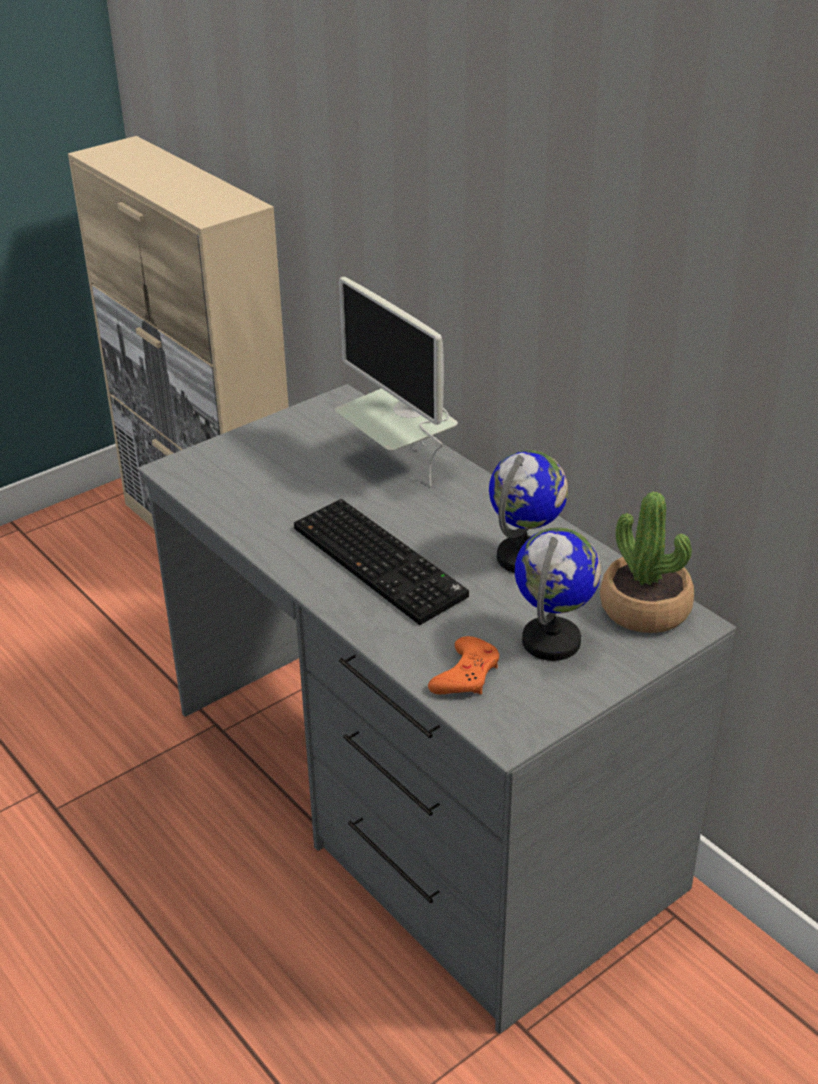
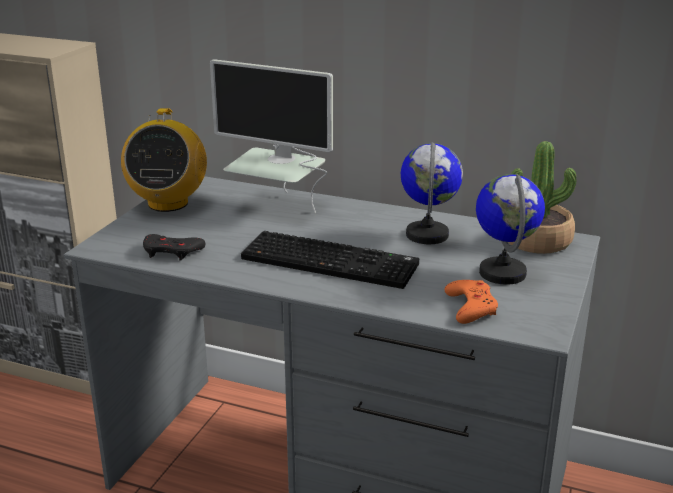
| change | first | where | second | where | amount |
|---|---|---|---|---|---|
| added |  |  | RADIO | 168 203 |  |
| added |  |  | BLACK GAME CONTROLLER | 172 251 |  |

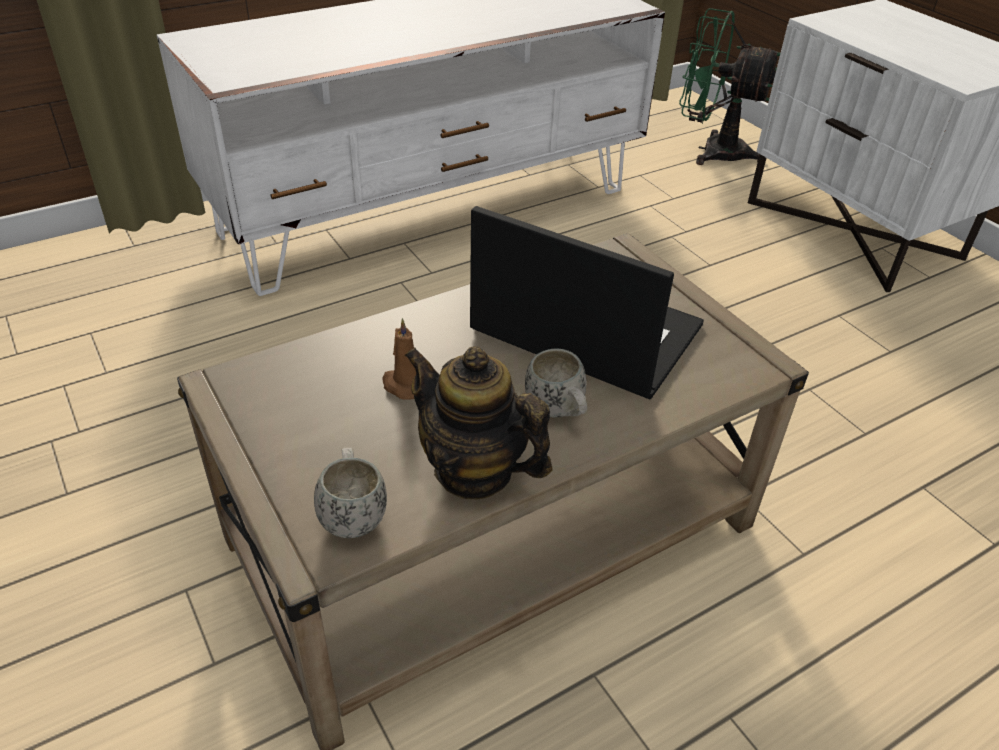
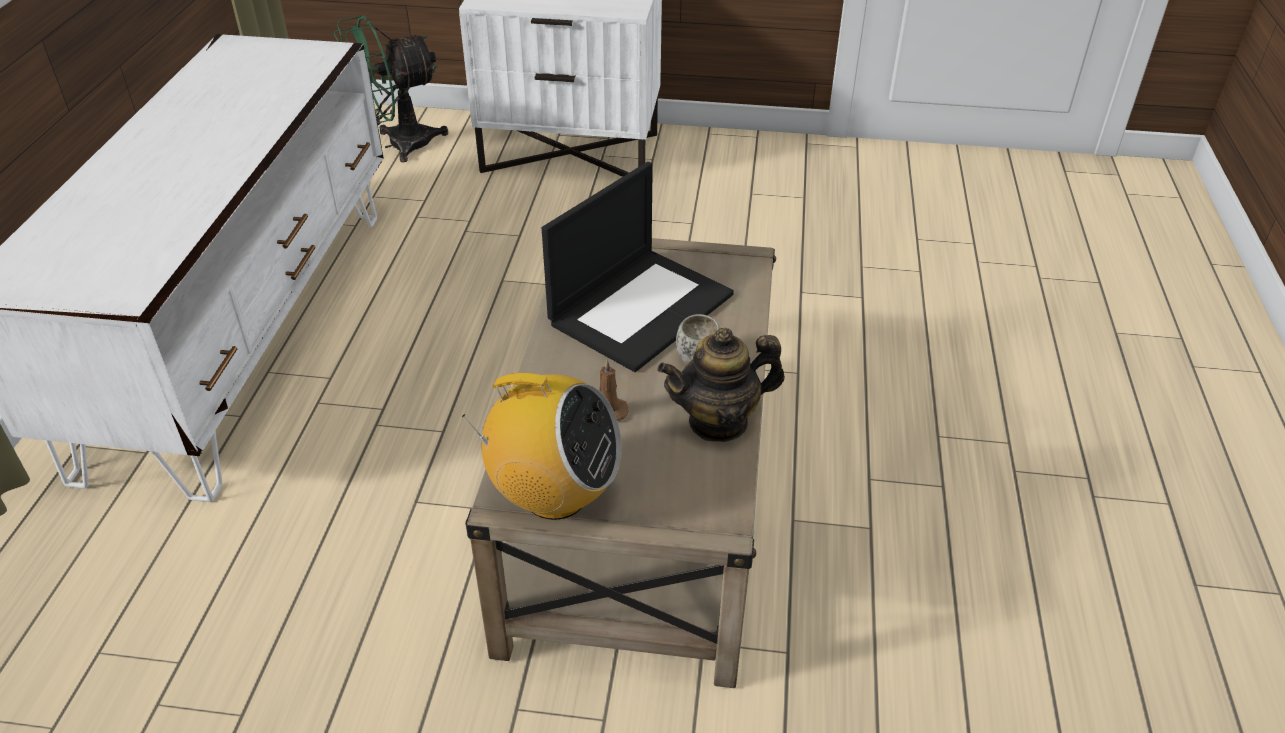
| change | first | where | second | where | amount |
|---|---|---|---|---|---|
| removed | WHITE MUG | 352 513 |  |  |  |
| added |  |  | RADIO | 554 495 |  |
| turned | LAPTOP | 583 330 |  | 641 307 | 150 degrees clockwise |

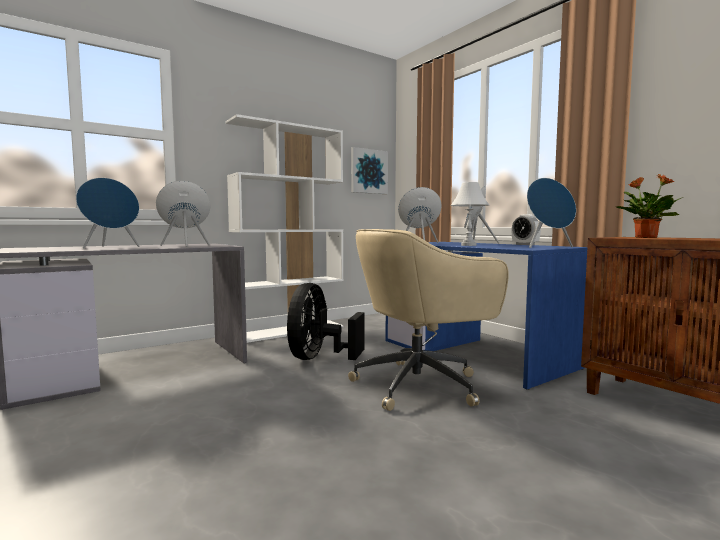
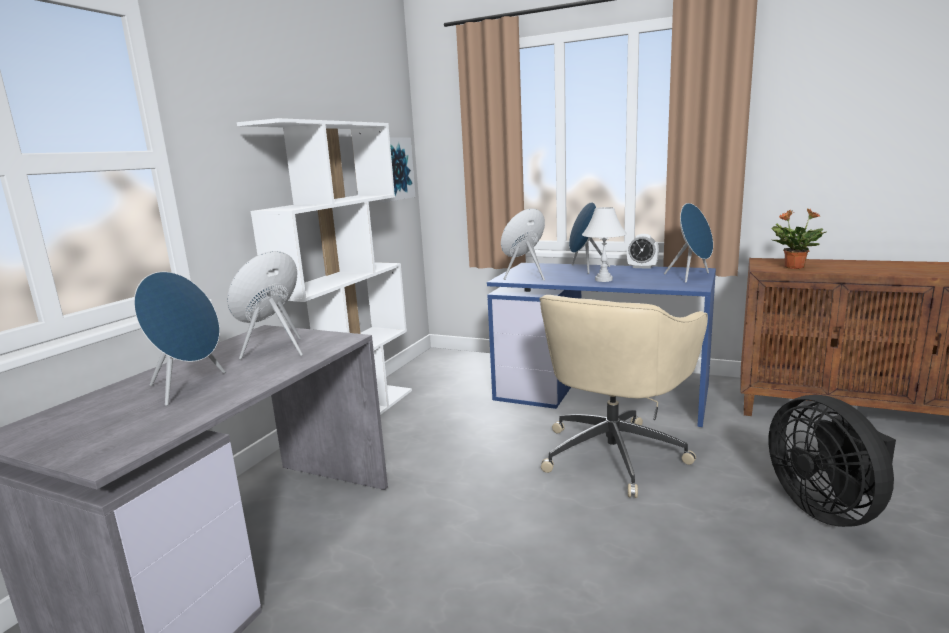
| change | first | where | second | where | amount |
|---|---|---|---|---|---|
| moved | BLACK FAN | 319 358 |  | 827 509 |  |

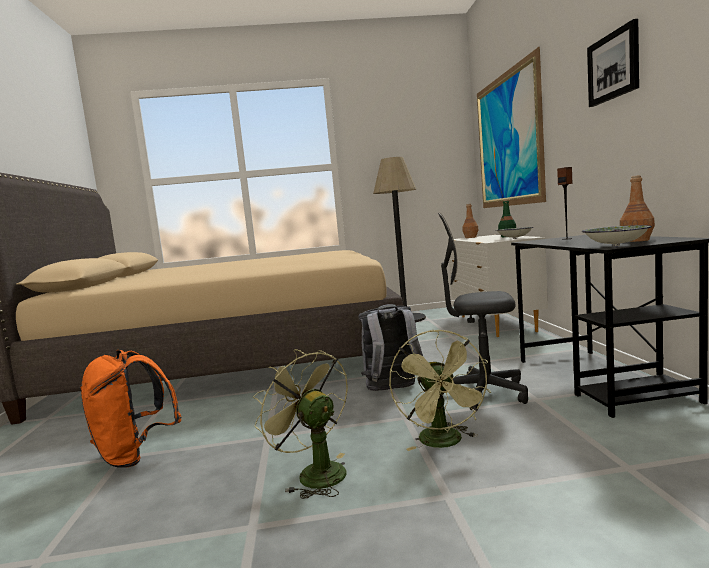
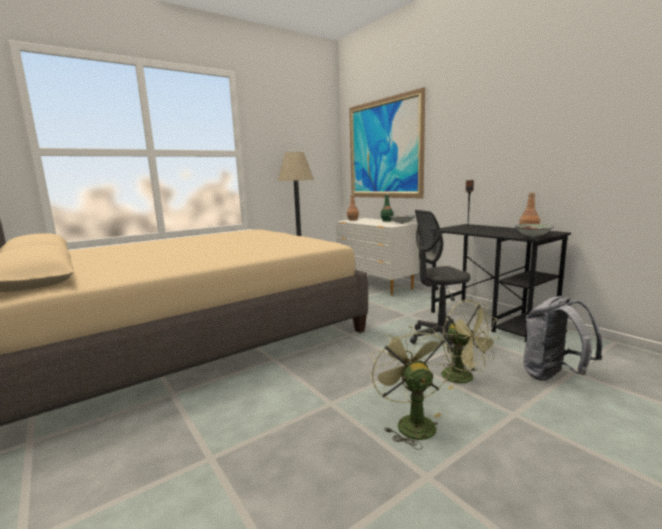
| change | first | where | second | where | amount |
|---|---|---|---|---|---|
| removed | ORANGE BACKPACK | 135 455 |  |  |  |
| removed | PICTURE | 613 66 |  |  |  |
| moved | GREY BACKPACK | 393 390 |  | 554 376 |  |
| turned | GREEN FAN | 314 473 |  | 411 422 | 60 degrees clockwise |

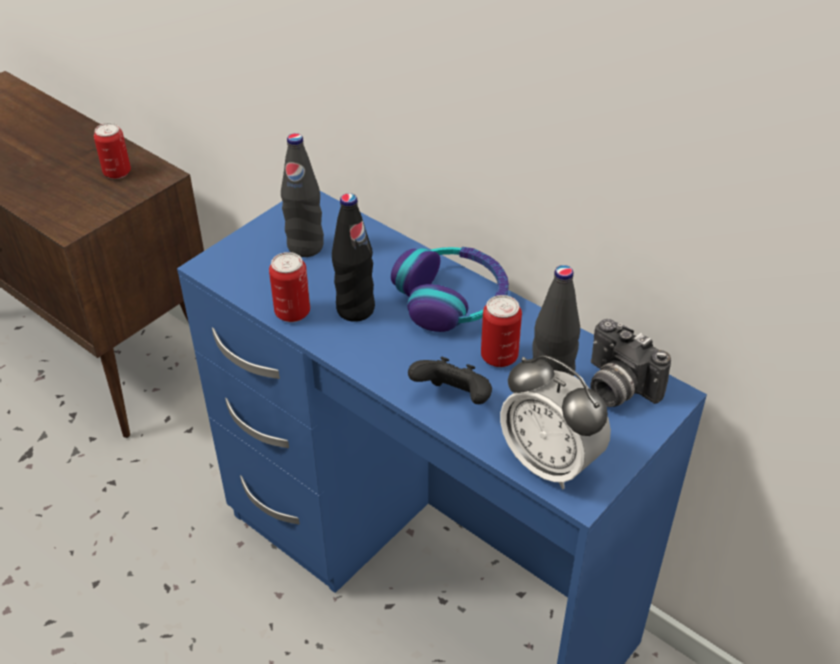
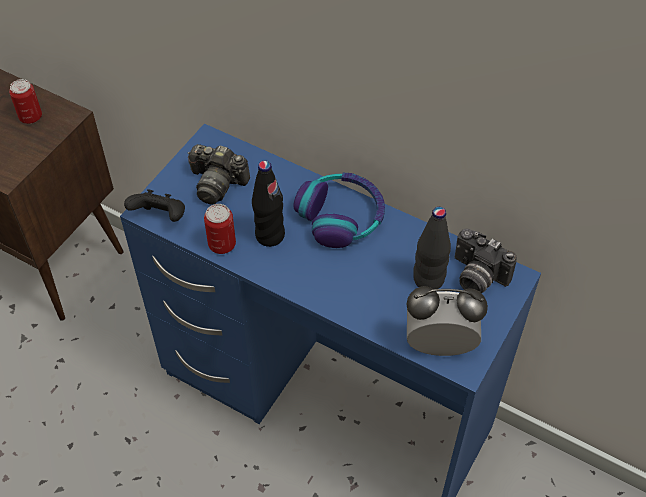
| change | first | where | second | where | amount |
|---|---|---|---|---|---|
| removed | CAN | 499 357 |  |  |  |
| moved | BLACK GAME CONTROLLER | 454 399 |  | 160 217 |  |
| replaced | BLACK BOTTLE | 305 247 | PHOTO CAMERA | 217 183 |  |
| turned | ALARM CLOCK | 549 463 |  | 439 345 | 150 degrees clockwise |

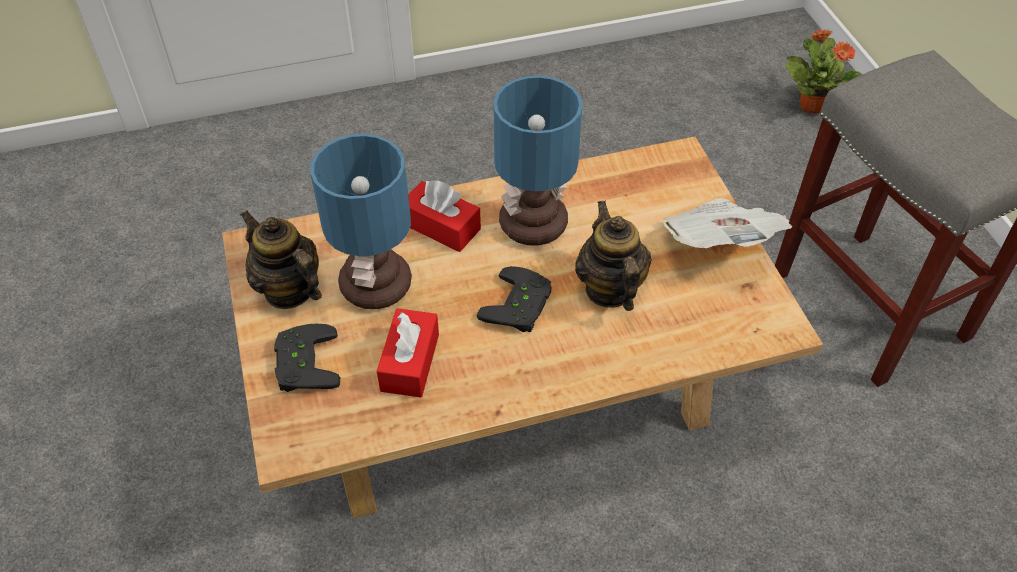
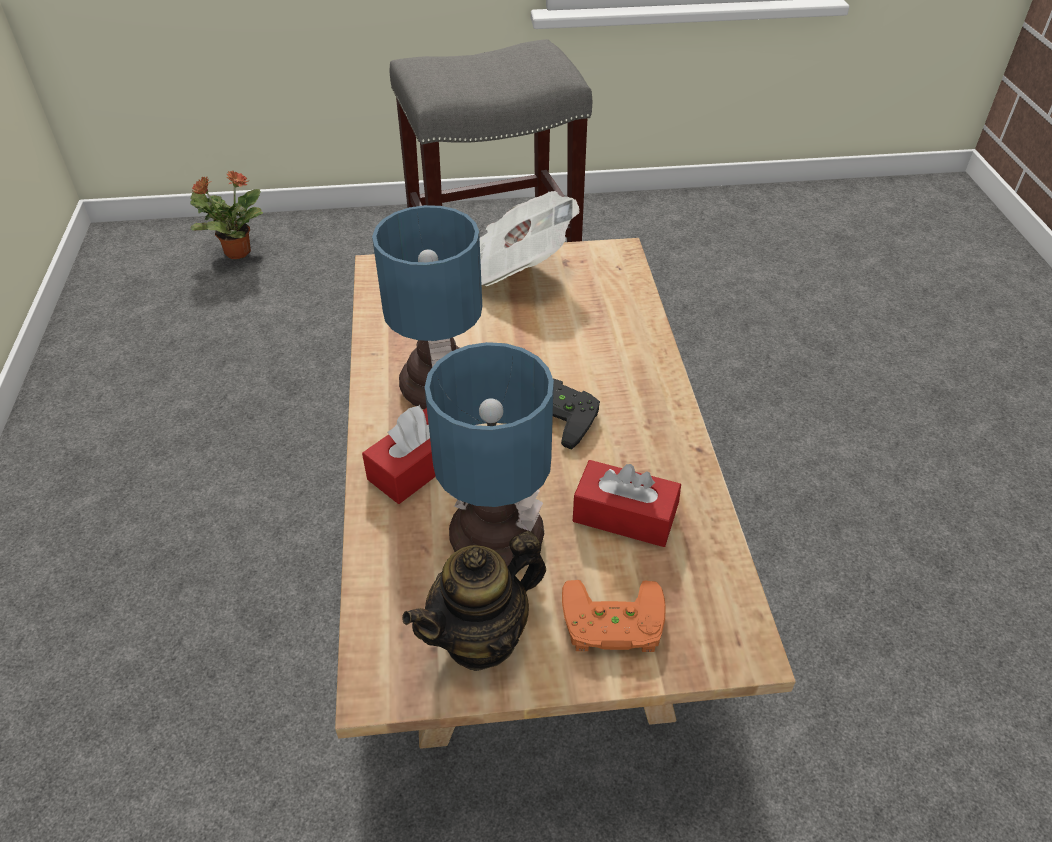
| change | first | where | second | where | amount |
|---|---|---|---|---|---|
| removed | TEAPOT | 609 289 |  |  |  |
| recoloured | BLACK GAME CONTROLLER | 302 363 | ORANGE GAME CONTROLLER | 612 626 |  |

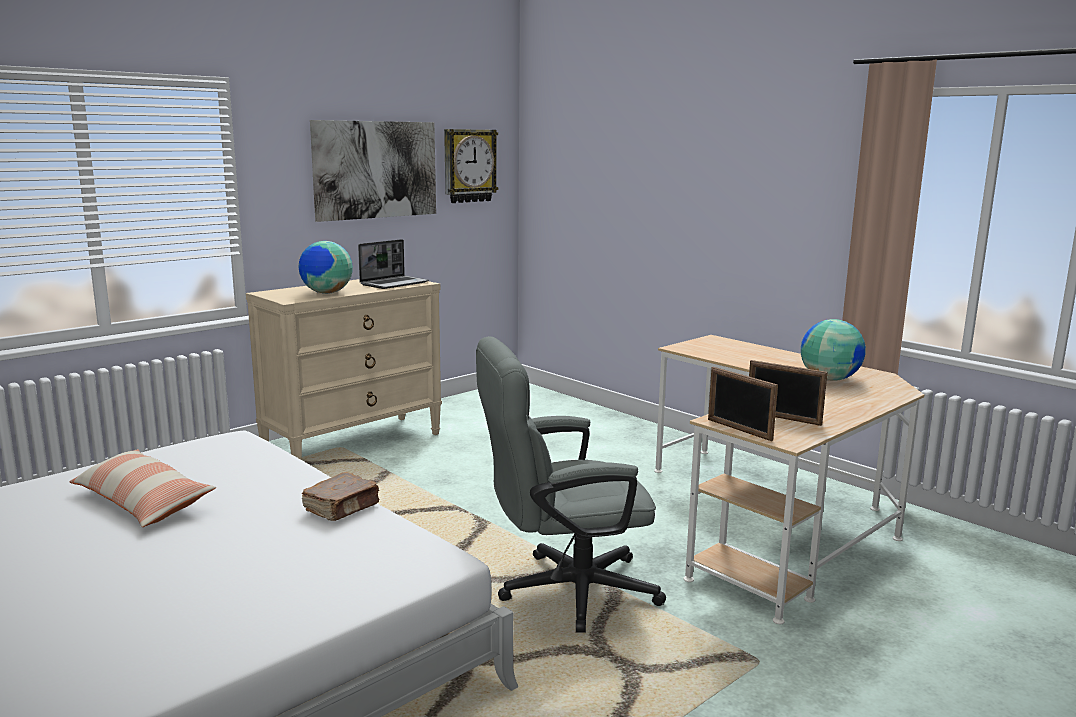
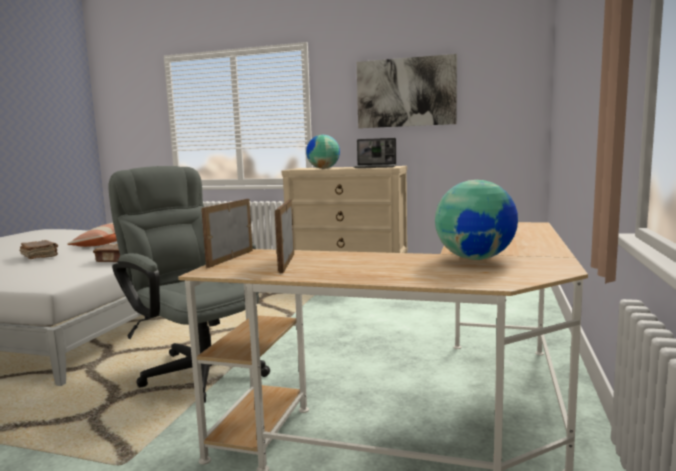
| change | first | where | second | where | amount |
|---|---|---|---|---|---|
| removed | WALL CLOCK | 469 166 |  |  |  |
| added |  |  | BROWN BOOK | 40 257 |  |

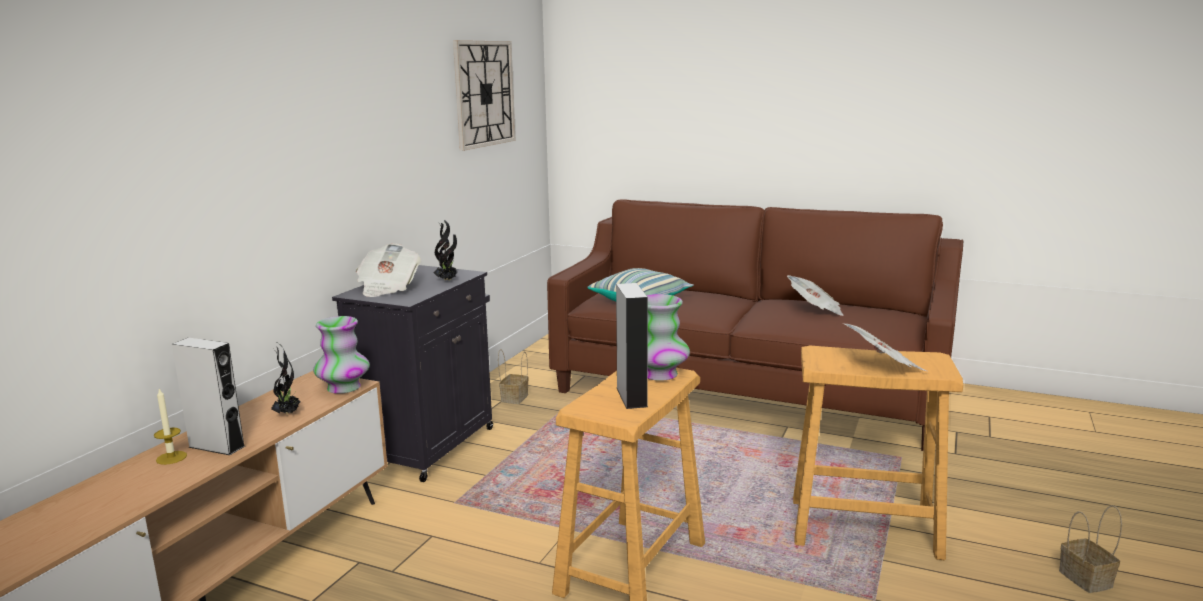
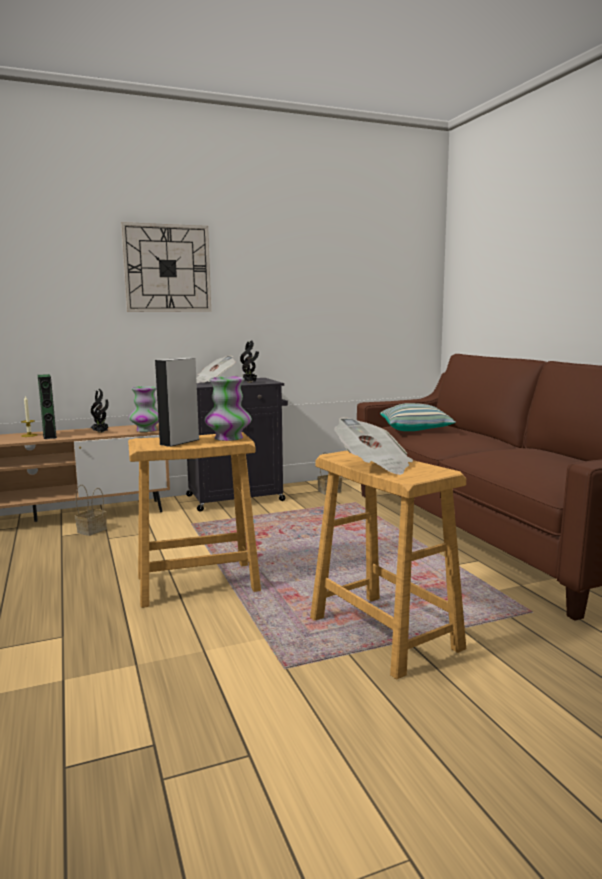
| change | first | where | second | where | amount |
|---|---|---|---|---|---|
| removed | NEWSPAPER | 815 310 |  |  |  |
| moved | WALL CLOCK | 484 94 |  | 167 268 |  |
| moved | BASKET | 1087 579 |  | 91 531 |  |
| recoloured | GREY SPEAKER | 216 446 | GREEN SPEAKER | 49 436 |  |

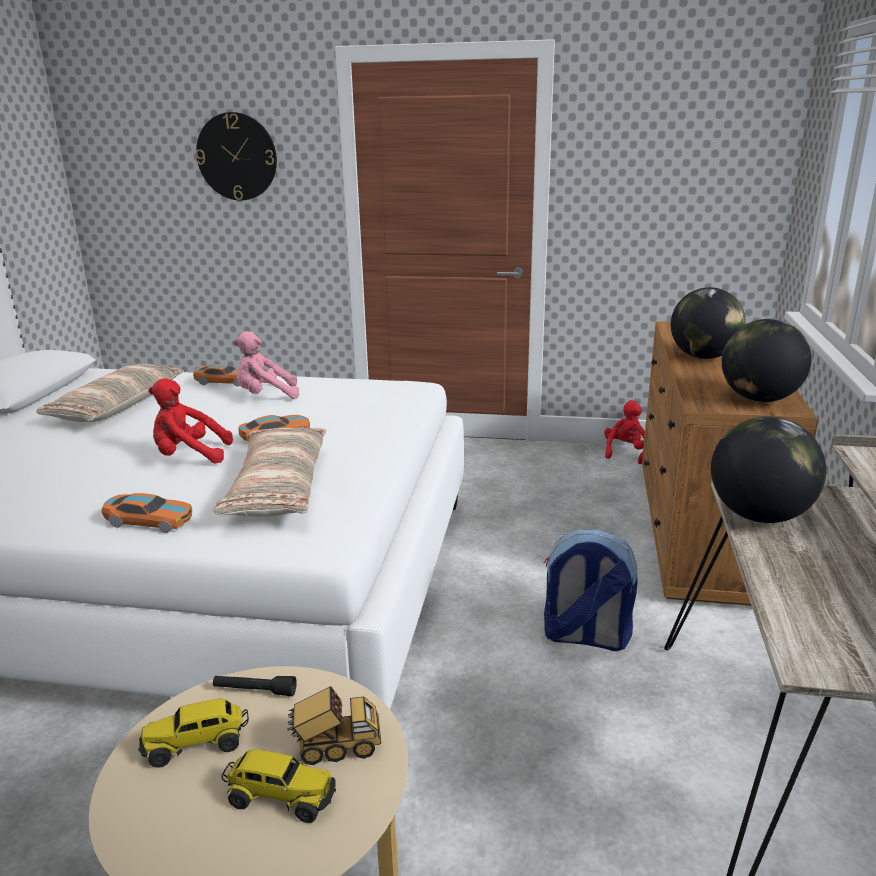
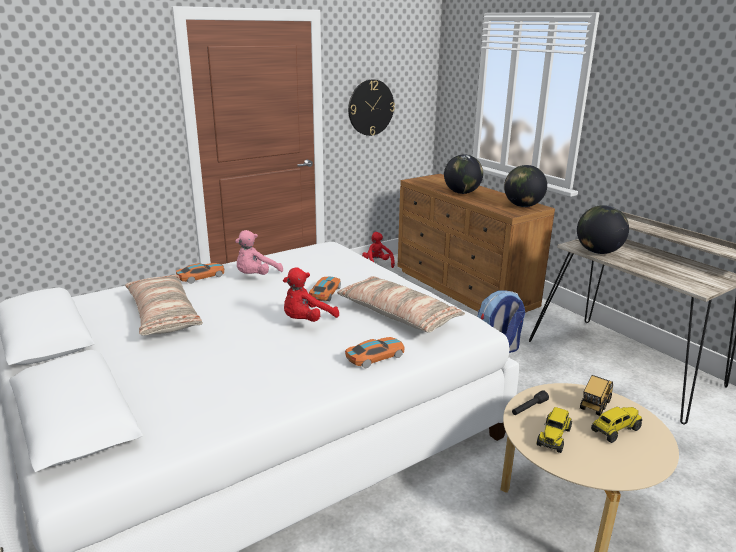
| change | first | where | second | where | amount |
|---|---|---|---|---|---|
| moved | WALL CLOCK | 237 157 |  | 370 107 |  |

